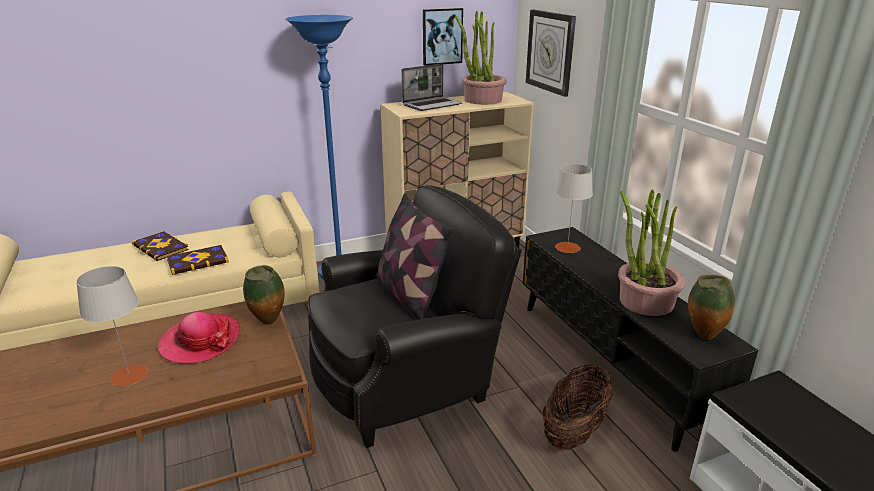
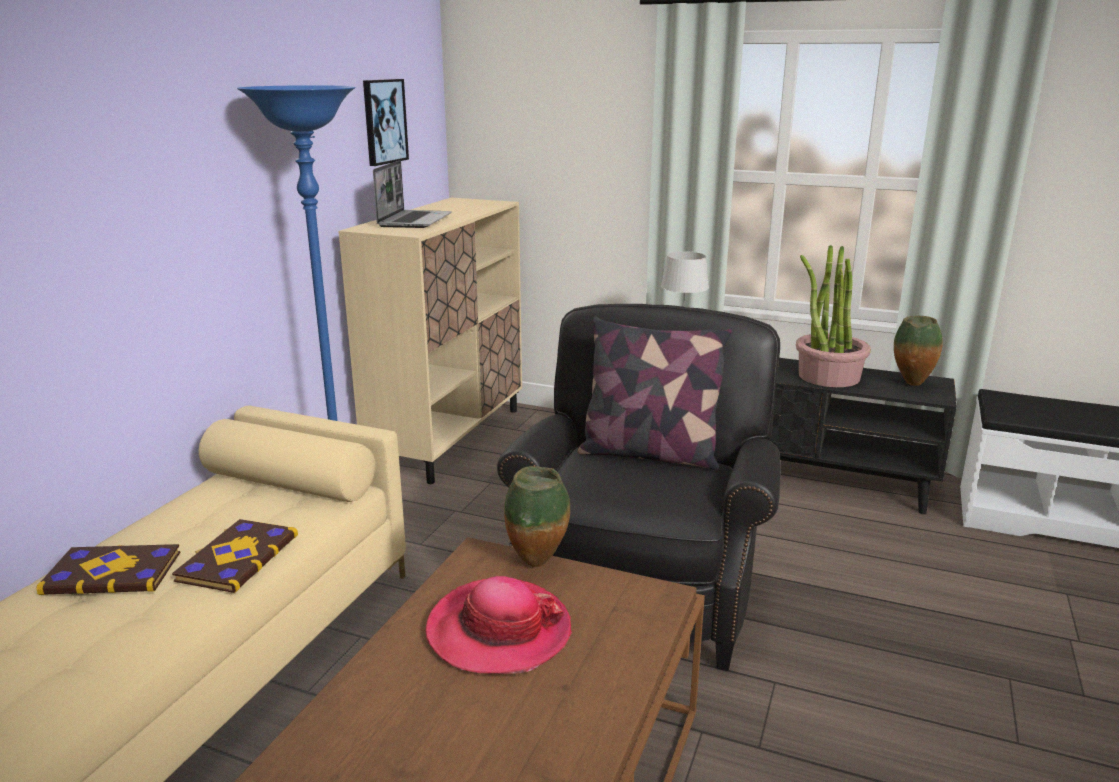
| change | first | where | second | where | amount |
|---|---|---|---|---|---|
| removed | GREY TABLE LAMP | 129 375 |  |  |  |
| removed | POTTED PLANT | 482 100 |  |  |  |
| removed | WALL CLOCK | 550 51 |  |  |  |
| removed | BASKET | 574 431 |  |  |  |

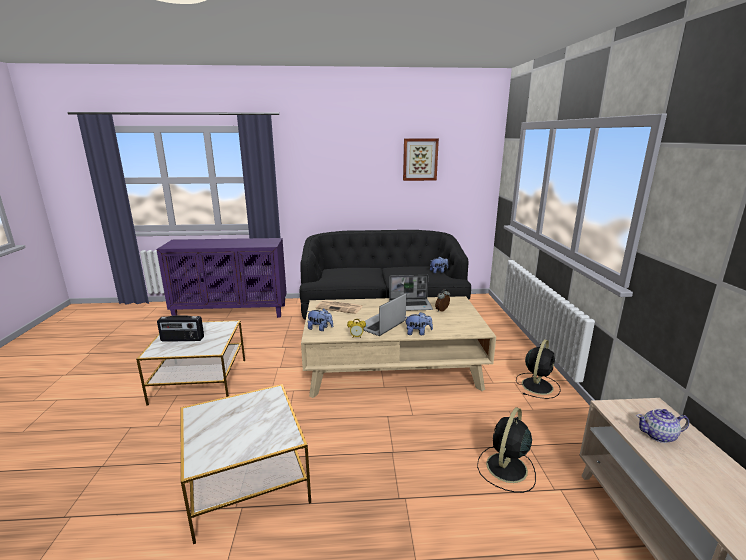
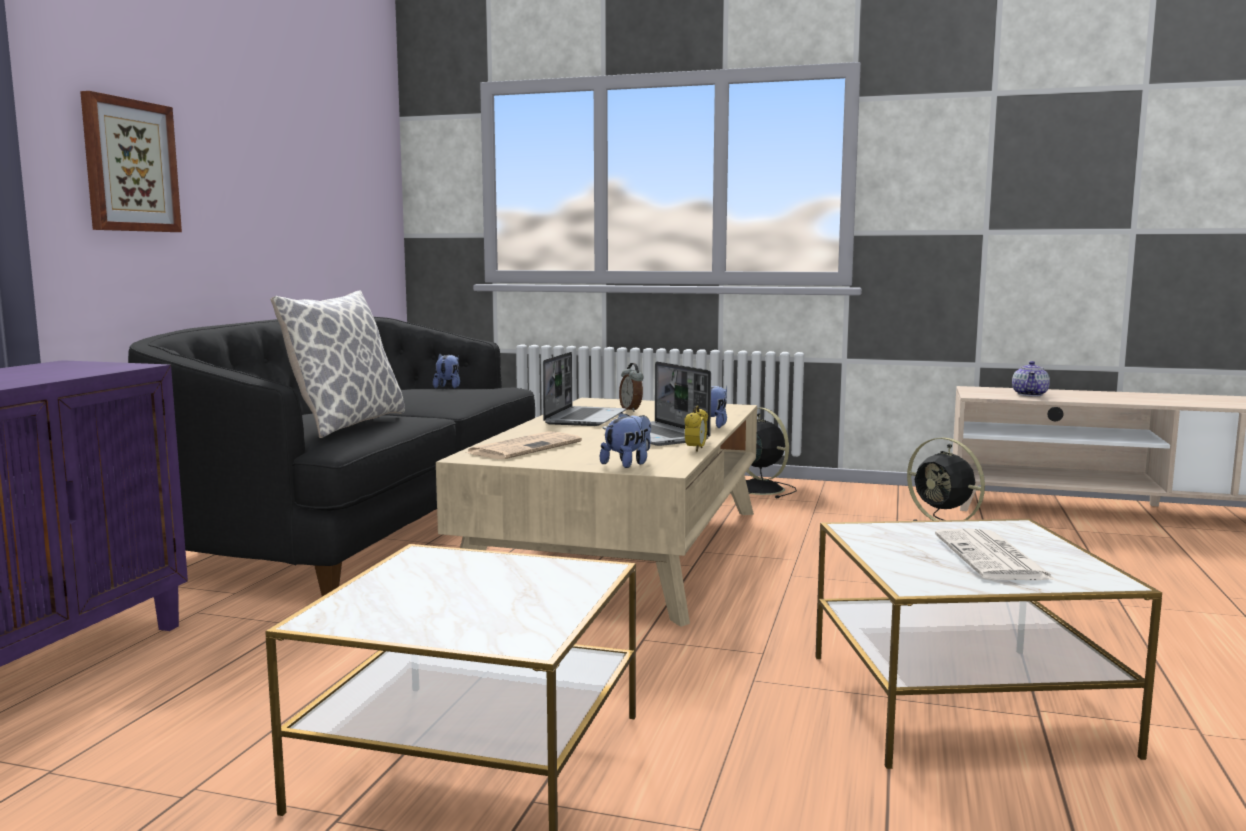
| change | first | where | second | where | amount |
|---|---|---|---|---|---|
| removed | RADIO | 182 339 |  |  |  |
| added |  |  | PILLOW | 347 424 |  |
| added |  |  | NEWSPAPER | 993 558 |  |
| moved | PICTURE | 420 159 |  | 129 166 |  |

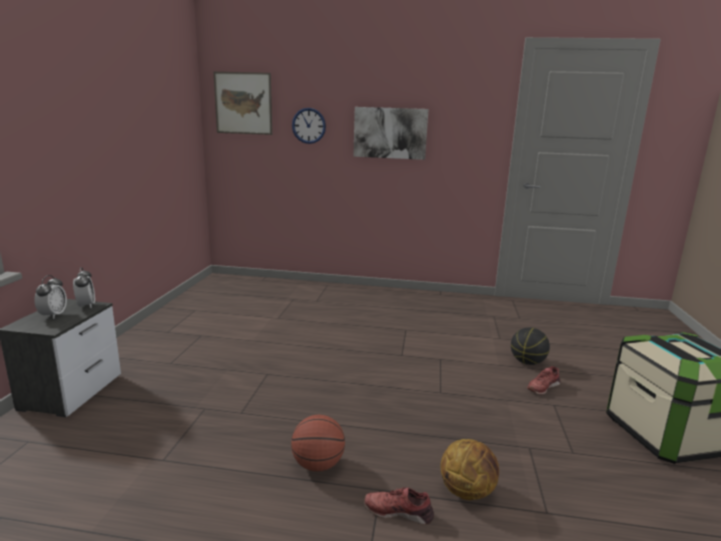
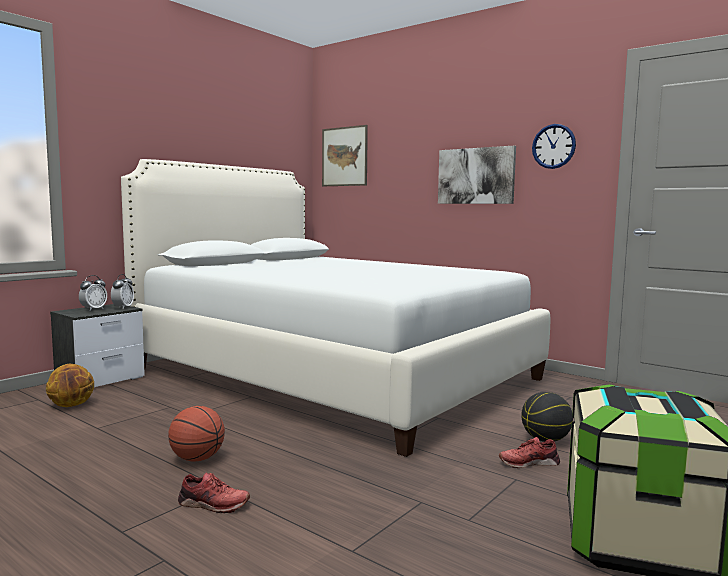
| change | first | where | second | where | amount |
|---|---|---|---|---|---|
| added |  |  | WHITE BED | 333 373 |  |
| moved | WALL CLOCK | 308 125 |  | 553 146 |  |
| moved | BASKETBALL | 467 491 |  | 71 405 |  |
| turned | RED SHOE | 398 511 |  | 213 504 | 150 degrees clockwise |

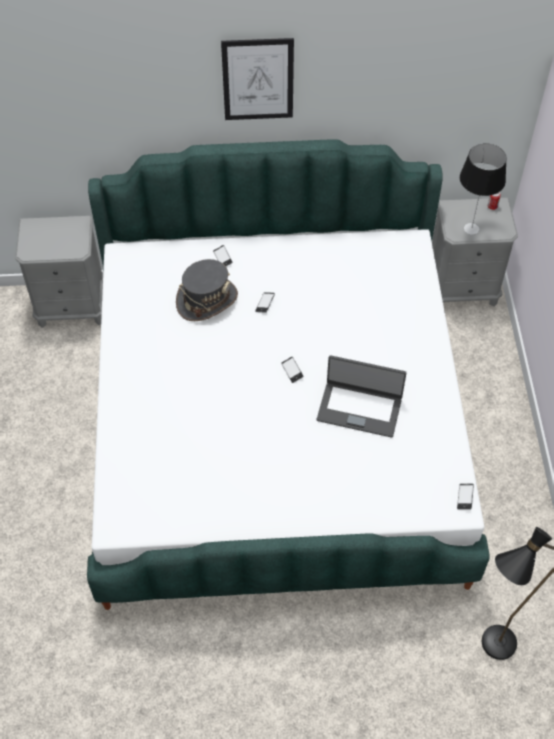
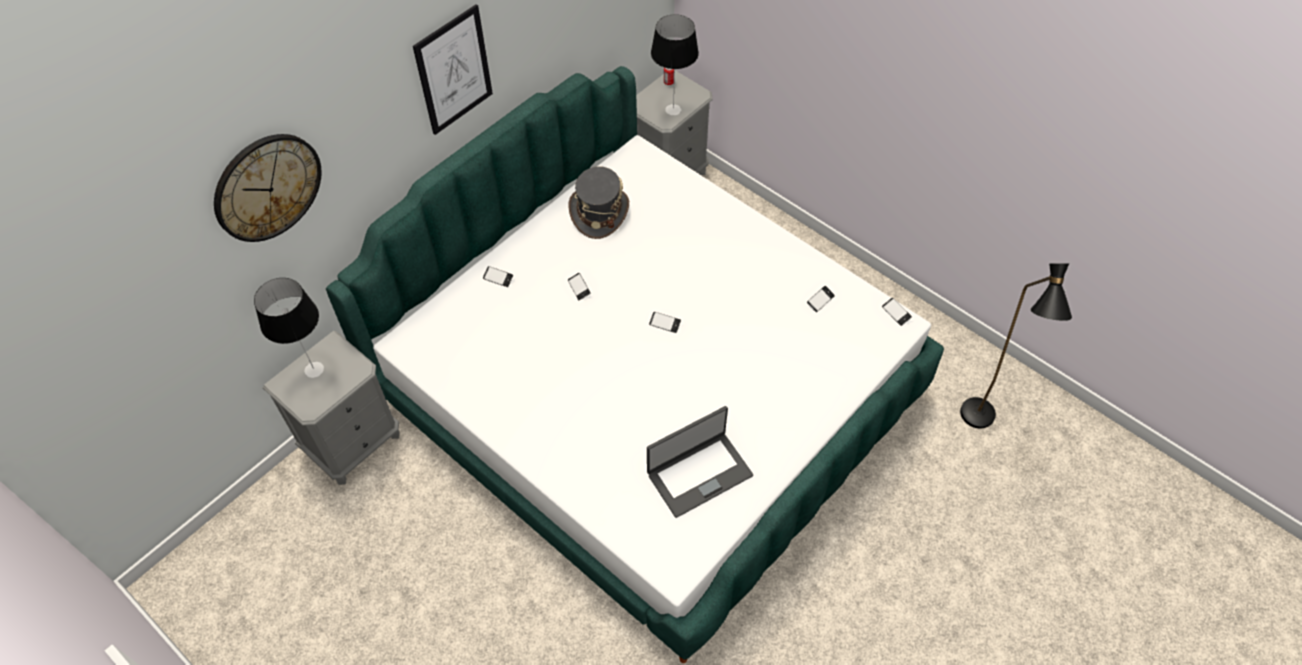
| change | first | where | second | where | amount |
|---|---|---|---|---|---|
| added |  |  | WALL CLOCK | 267 187 |  |
| added |  |  | TABLE LAMP | 314 370 |  |
| added |  |  | PHONE | 820 300 |  |
| moved | GREY HAT | 207 300 |  | 599 212 |  |
| moved | LAPTOP | 359 408 |  | 699 473 |  |

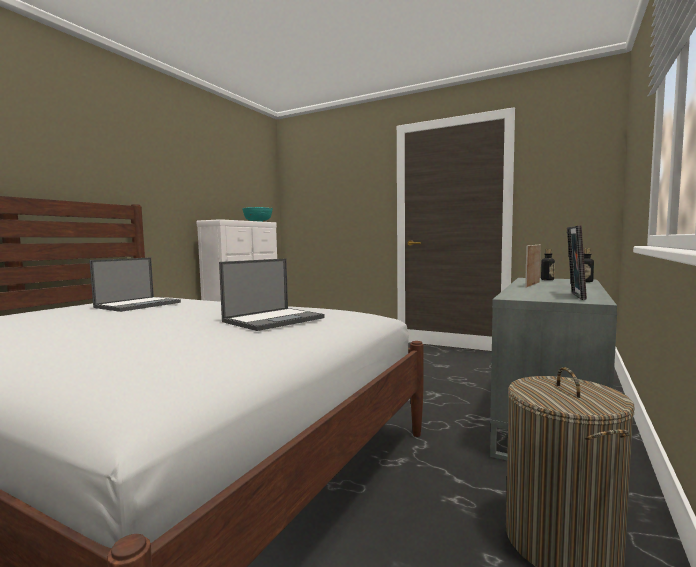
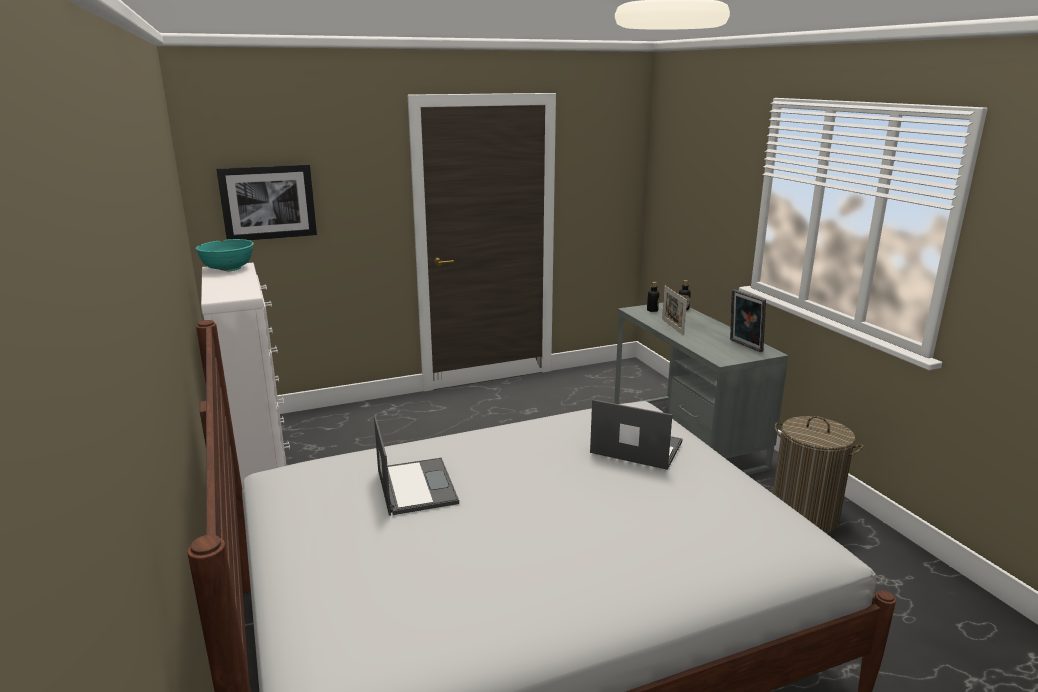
| change | first | where | second | where | amount |
|---|---|---|---|---|---|
| added |  |  | PICTURE | 268 202 |  |
| turned | LAPTOP | 274 319 |  | 635 447 | 60 degrees counterclockwise |

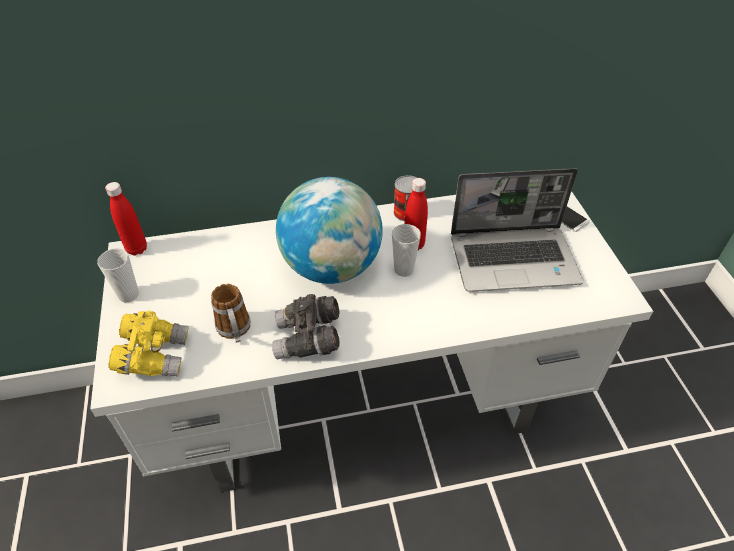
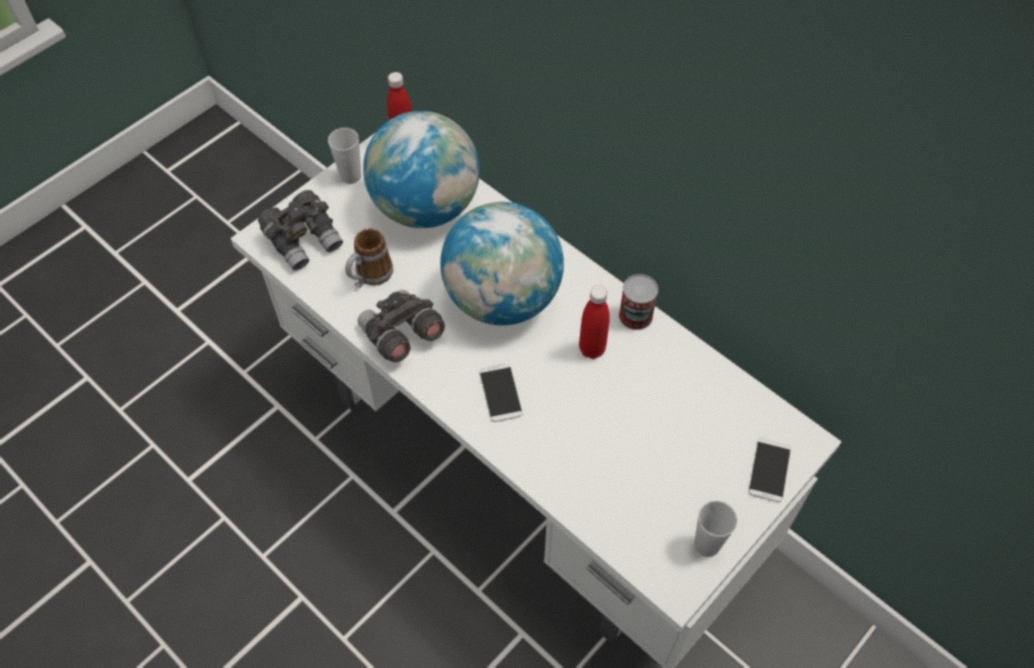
| change | first | where | second | where | amount |
|---|---|---|---|---|---|
| removed | LAPTOP | 514 259 |  |  |  |
| added |  |  | GLOBE | 426 207 |  |
| added |  |  | PHONE | 500 393 |  |
| moved | CUP | 404 270 |  | 706 544 |  |
| recoloured | YELLOW BINOCULARS | 154 355 | GREY BINOCULARS | 304 240 |  |

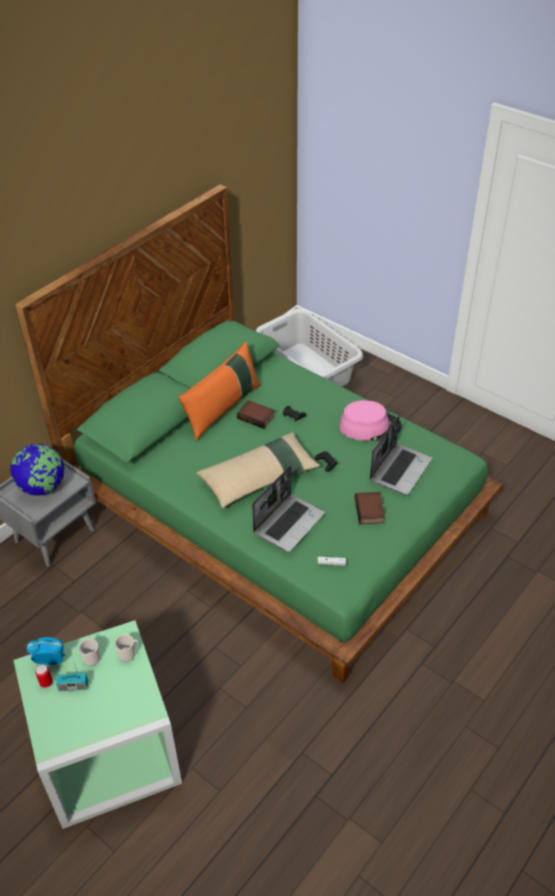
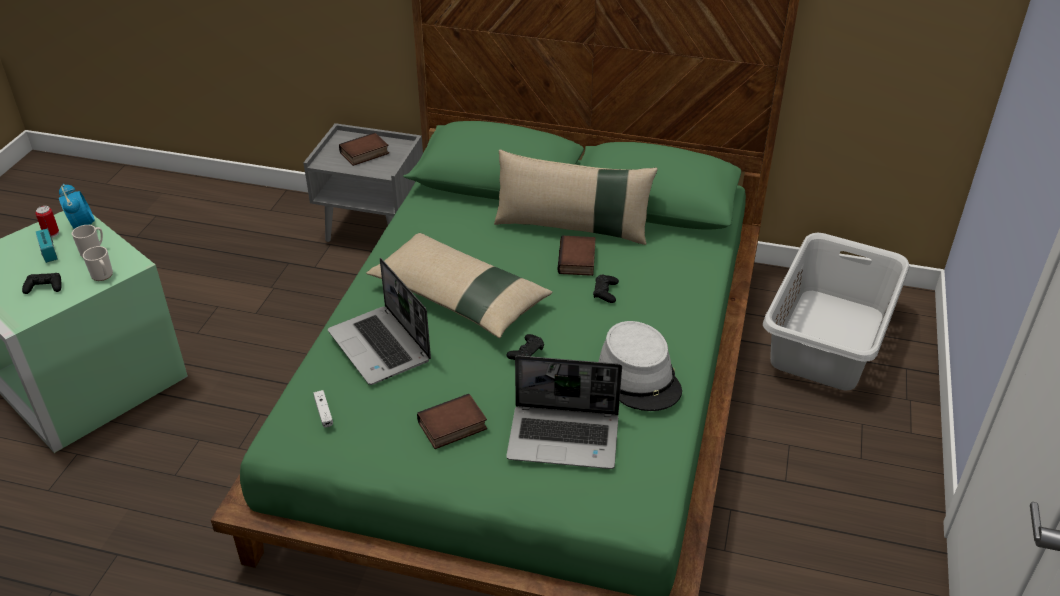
| change | first | where | second | where | amount |
|---|---|---|---|---|---|
| added |  |  | BLACK GAME CONTROLLER | 44 287 |  |
| replaced | GLOBE | 42 487 | BOOK | 364 154 |  |
| recoloured | ORANGE PILLOW | 222 408 | BEIGE PILLOW | 572 227 |  |
| recoloured | PINK HAT | 370 426 | GREY HAT | 639 377 |  |
| turned | LAPTOP | 289 523 |  | 381 347 | 45 degrees clockwise |

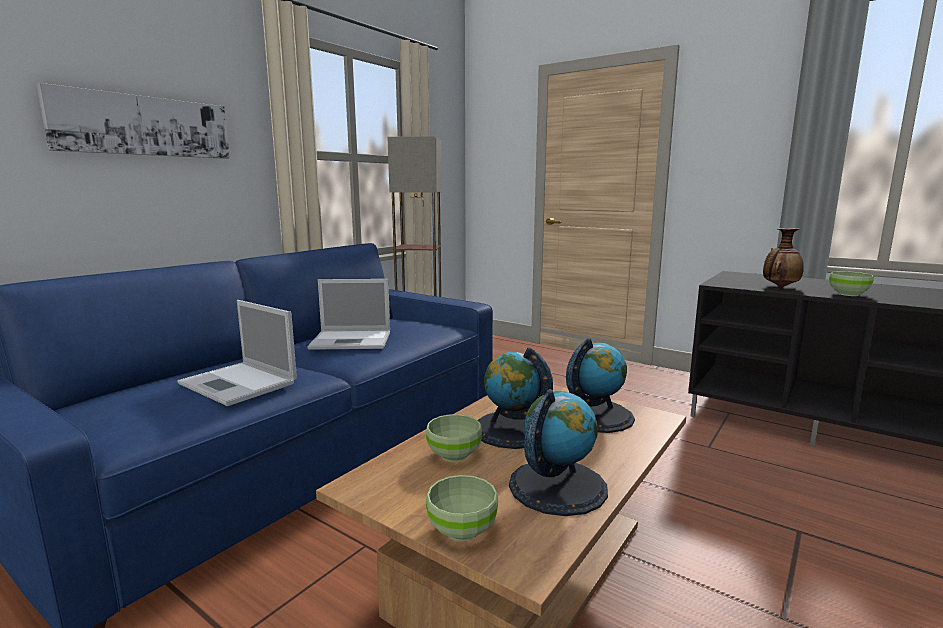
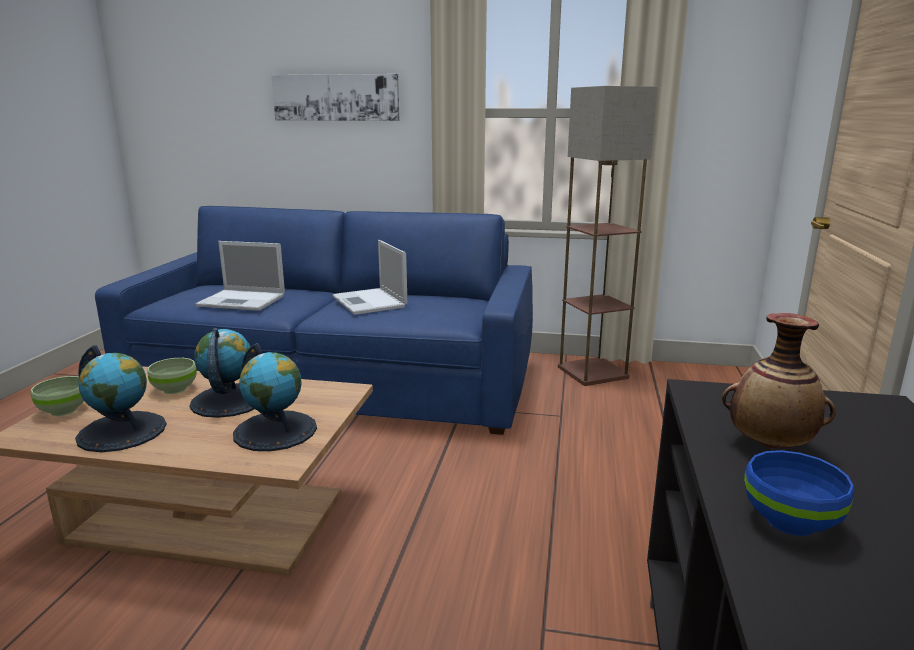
| change | first | where | second | where | amount |
|---|---|---|---|---|---|
| recoloured | GREEN BOWL | 848 294 | BLUE BOWL | 788 522 |  |
| turned | LAPTOP | 239 384 |  | 243 300 | 90 degrees counterclockwise |

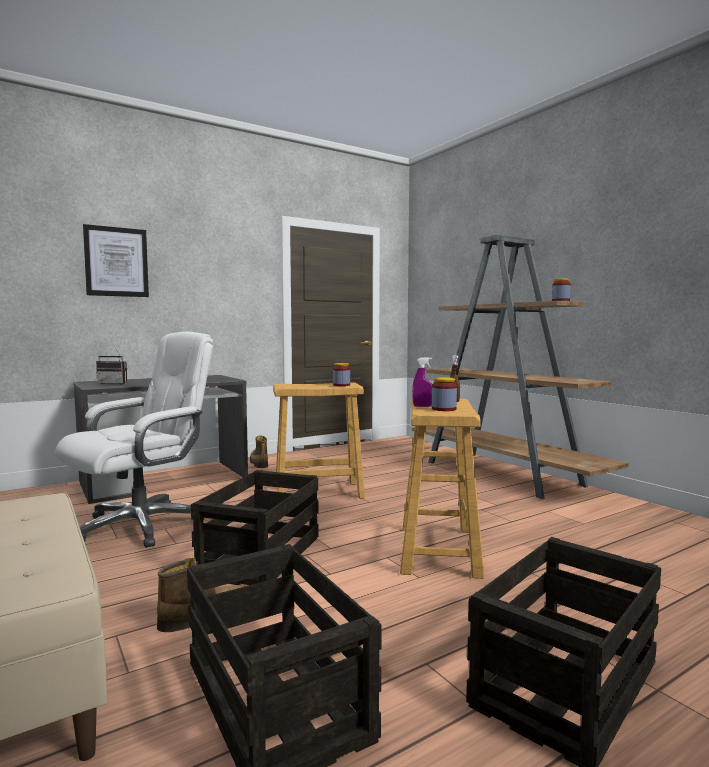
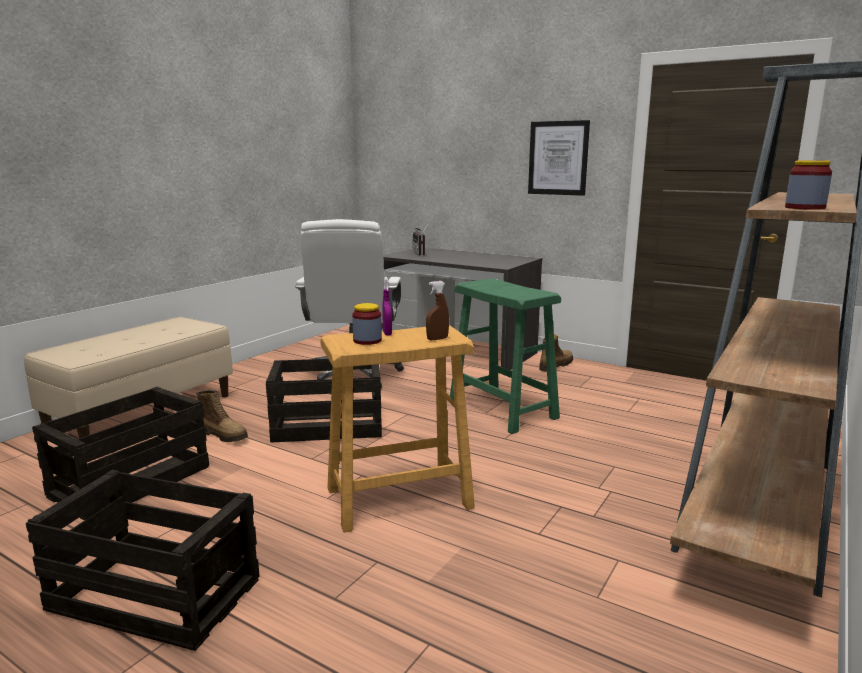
| change | first | where | second | where | amount |
|---|---|---|---|---|---|
| removed | JAR | 341 385 |  |  |  |
| moved | PICTURE | 116 262 |  | 558 158 |  |
| recoloured | BEIGE STOOL | 319 492 | GREEN STOOL | 503 410 |  |
| turned | WHITE OFFICE CHAIR | 141 525 |  | 354 375 | 75 degrees clockwise |

